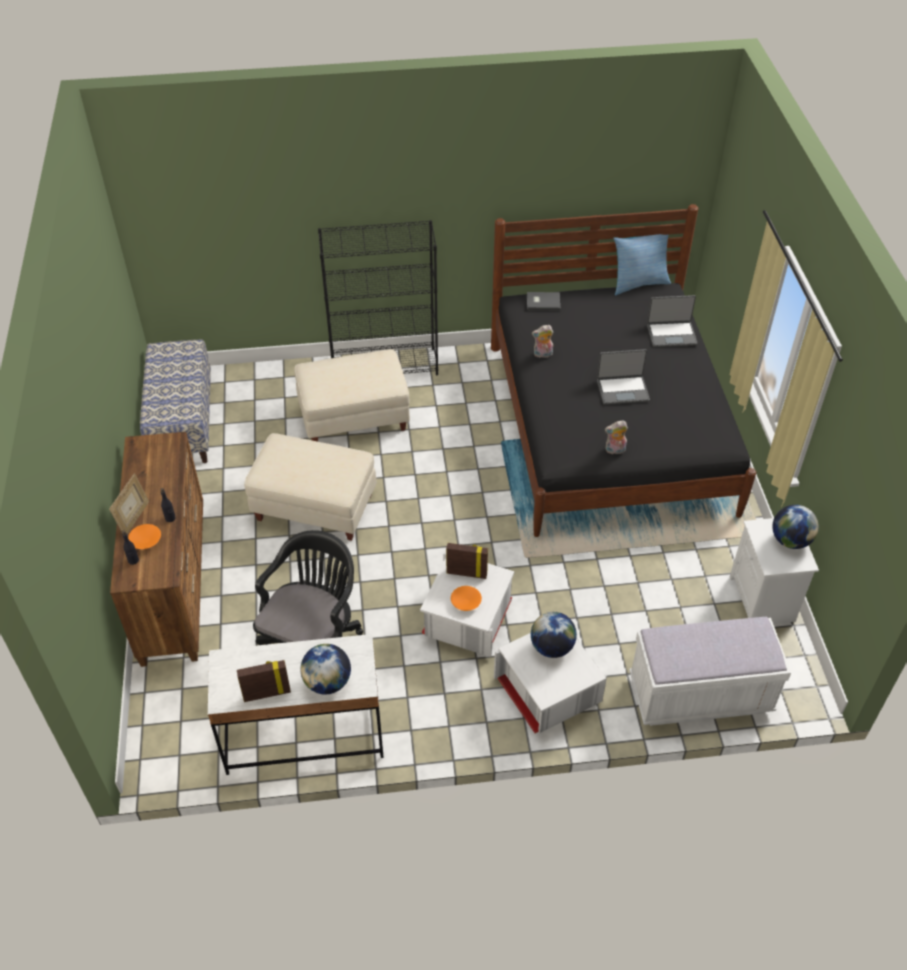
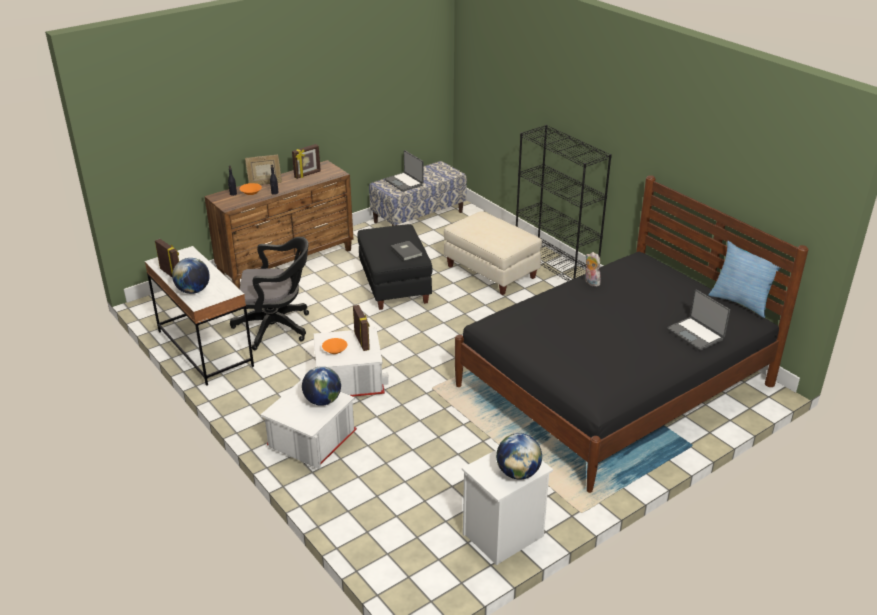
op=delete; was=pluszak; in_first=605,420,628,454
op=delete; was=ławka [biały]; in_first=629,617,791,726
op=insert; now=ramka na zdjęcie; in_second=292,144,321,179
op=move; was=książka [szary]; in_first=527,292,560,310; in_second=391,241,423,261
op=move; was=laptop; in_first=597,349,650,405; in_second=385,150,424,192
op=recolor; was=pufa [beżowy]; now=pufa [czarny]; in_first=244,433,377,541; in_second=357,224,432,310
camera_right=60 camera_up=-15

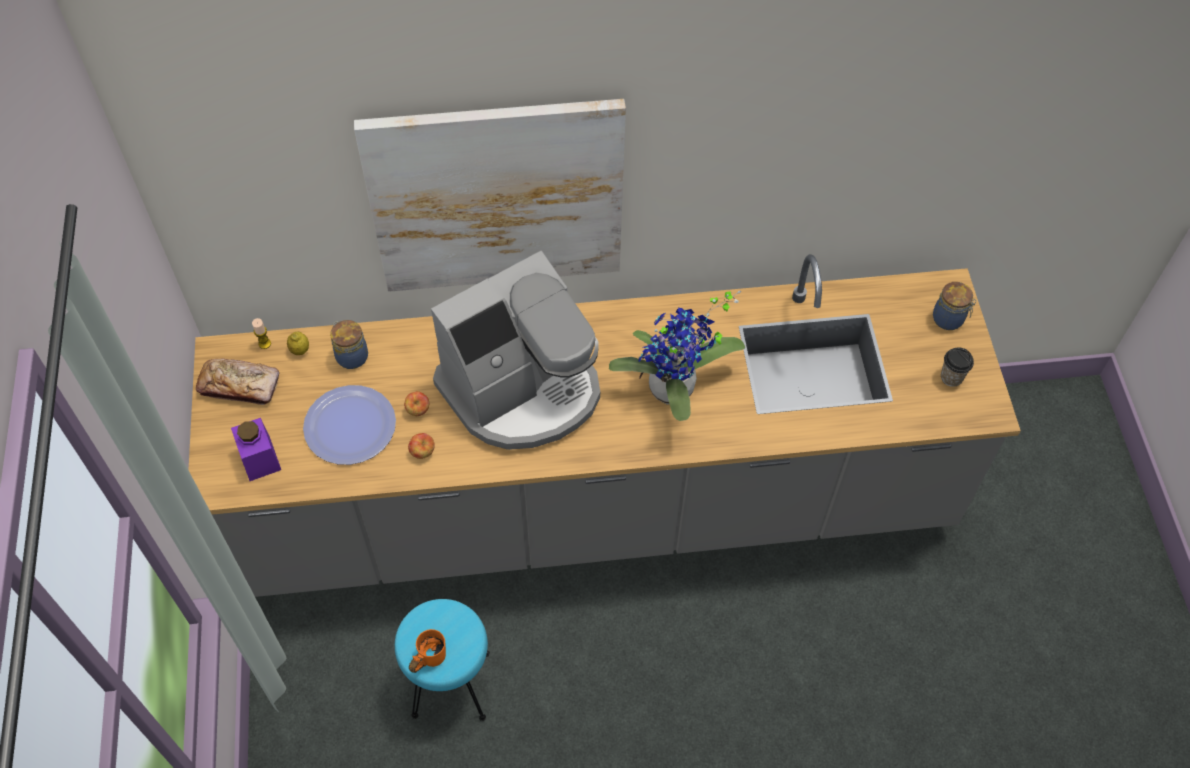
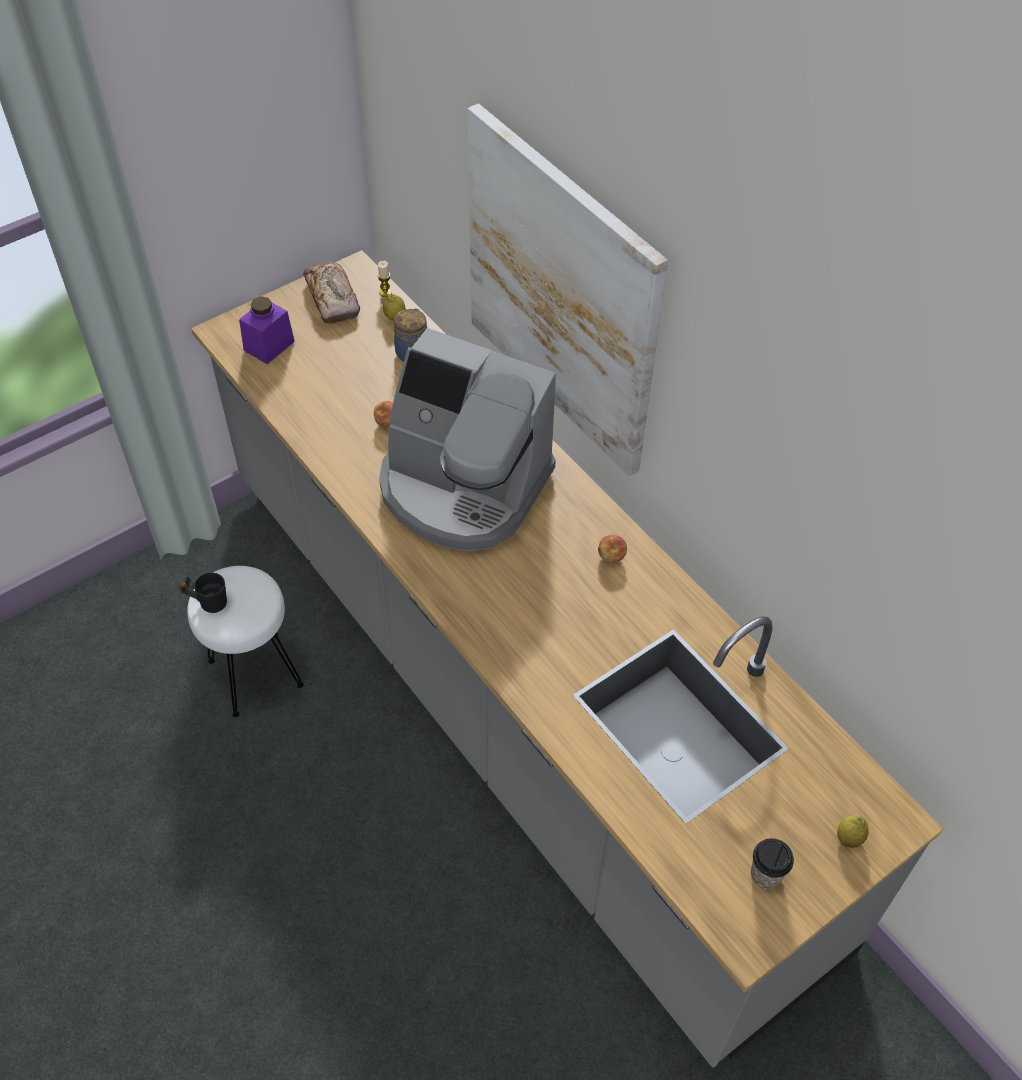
op=delete; was=talerz; in_first=303,385,396,465
op=delete; was=roślina doniczkowa; in_first=609,291,745,421
op=move; was=jabłko; in_first=408,433,435,459; in_second=598,535,627,563
op=replace; was=słoik; now=cytryna; in_first=933,282,976,330; in_second=837,815,869,848
op=recolor; was=stołek [turkusowy]; now=stołek [biały]; in_first=395,599,490,721; in_second=187,566,304,717
op=recolor; was=kubek [pomarańczowy]; now=kubek [czarny]; in_first=409,629,446,673; in_second=180,572,227,613
camera_right=60 camera_up=-5

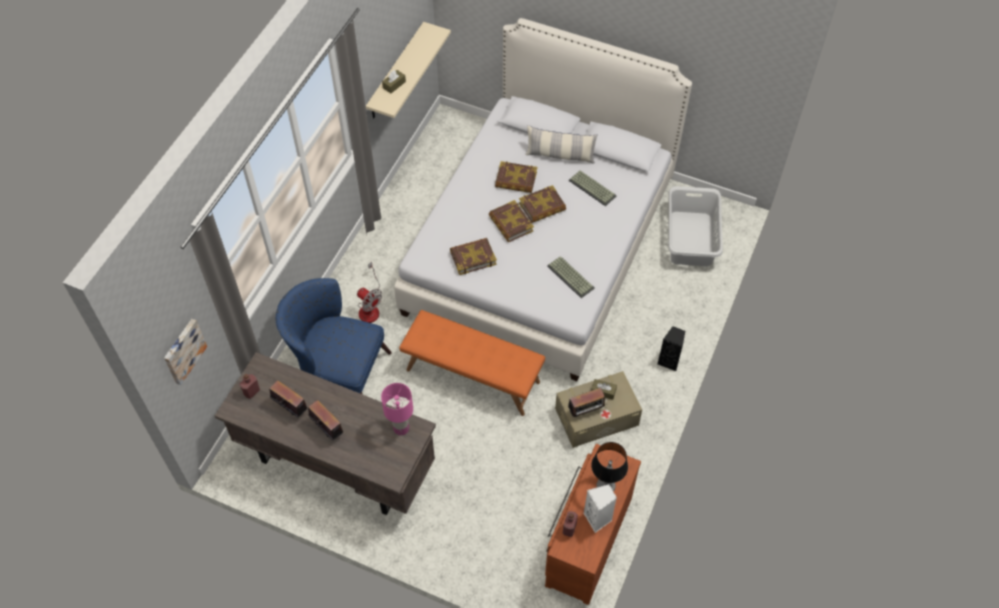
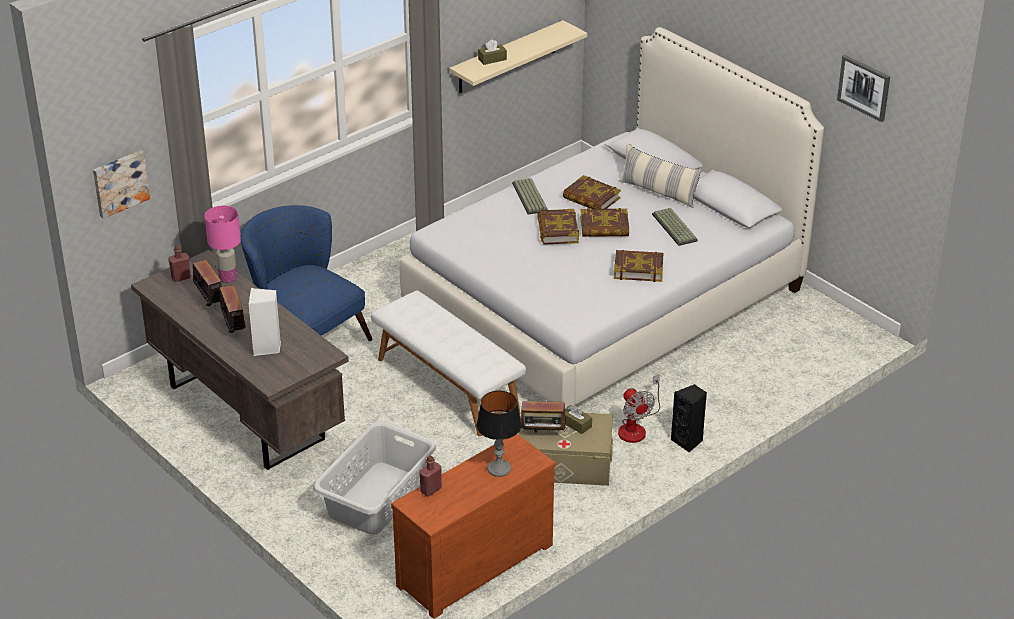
op=insert; now=obraz; in_second=837,55,890,122
op=move; was=wentylator; in_first=357,262,382,323; in_second=618,375,660,443
op=move; was=lampa stołowa [różowy]; in_first=381,383,413,435; in_second=205,206,241,283
op=move; was=książka; in_first=450,238,497,275; in_second=614,250,664,282
op=move; was=klawiatura; in_first=547,256,595,298; in_second=512,178,548,215
op=move; was=głośnik [biały]; in_first=584,484,617,533; in_second=249,288,281,356
op=move; was=kosz na pranie [szary]; in_first=668,186,723,266; in_second=313,421,436,535
op=recolor; was=ławka [pomarańczowy]; now=ławka [biały]; in_first=399,310,545,416; in_second=371,290,526,436
camera_right=25 camera_up=-20

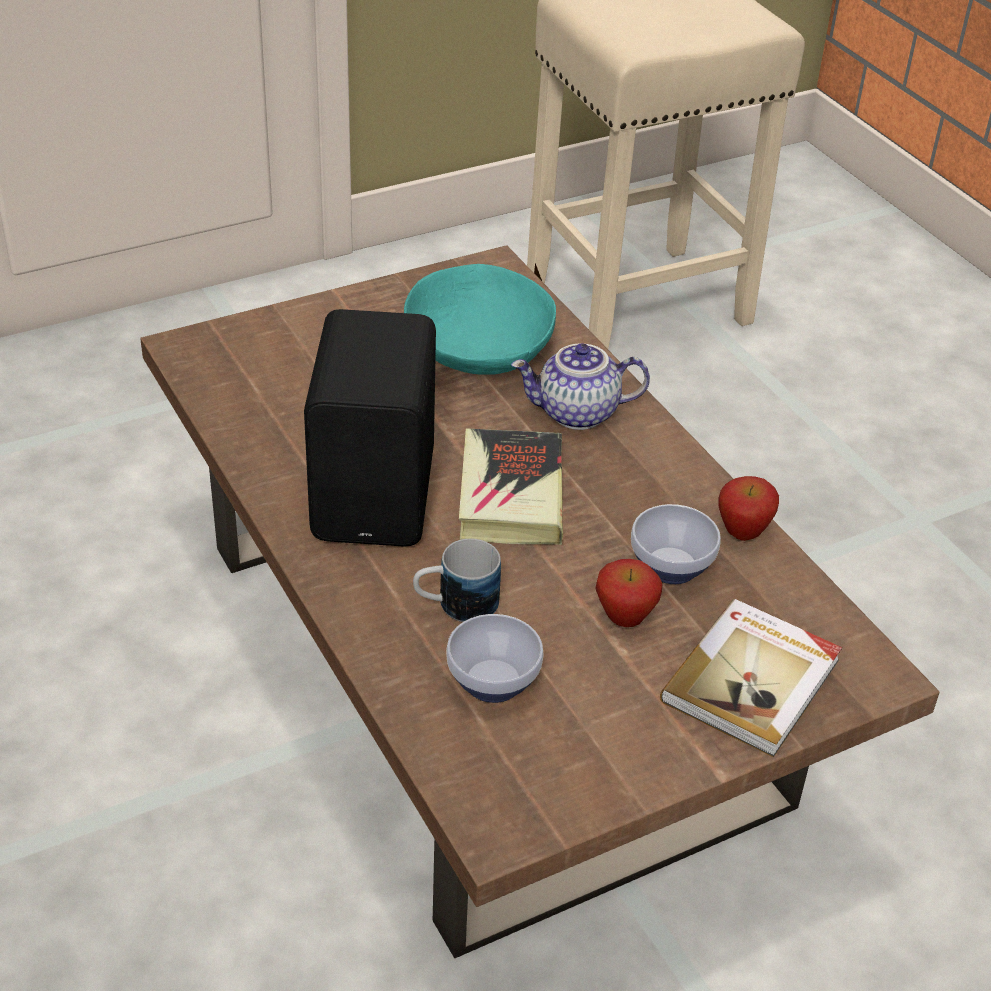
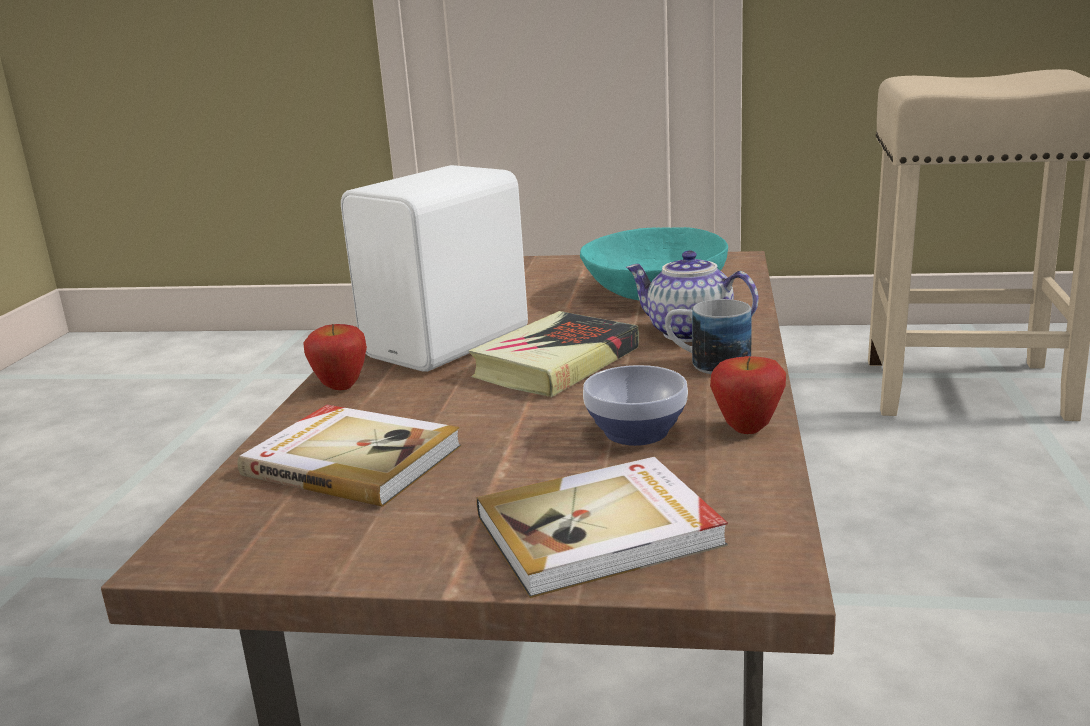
op=move; was=kubek; in_first=413,538,501,622; in_second=665,299,752,374
op=move; was=jabłko; in_first=595,559,662,627; in_second=303,324,367,390
op=replace; was=miska; now=książka; in_first=446,614,544,703; in_second=237,405,461,506
op=recolor; was=głośnik [czarny]; now=głośnik [biały]; in_first=304,309,436,547; in_second=341,165,528,372
camera_right=40 camera_up=-20

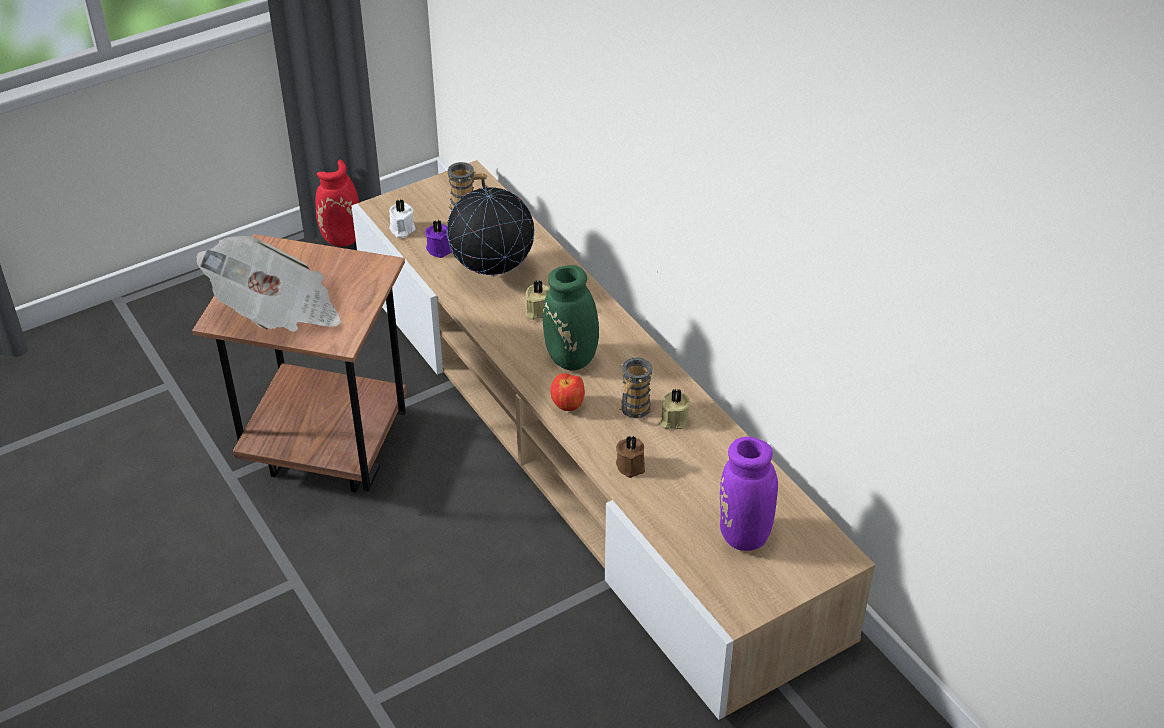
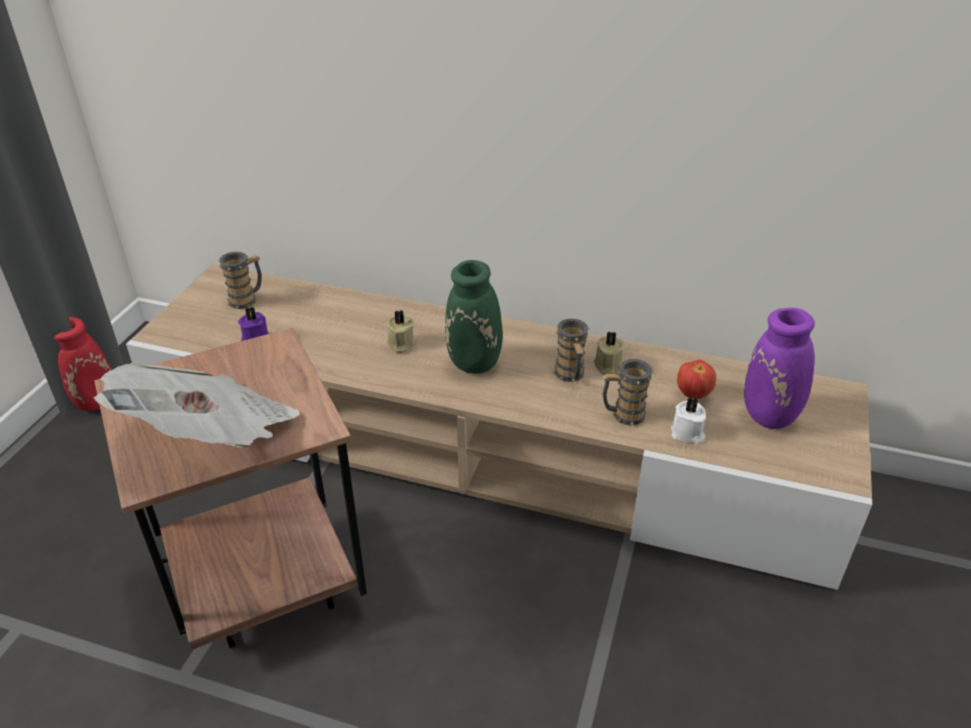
op=delete; was=globus; in_first=447,185,535,277
op=move; was=świeca [biały]; in_first=389,199,416,238; in_second=671,397,706,444
op=move; was=jabłko; in_first=551,373,585,411; in_second=677,360,716,399
op=replace; was=świeca [brązowy]; now=kubek; in_first=616,435,645,478; in_second=602,359,655,426
camera_right=-40 camera_up=-5

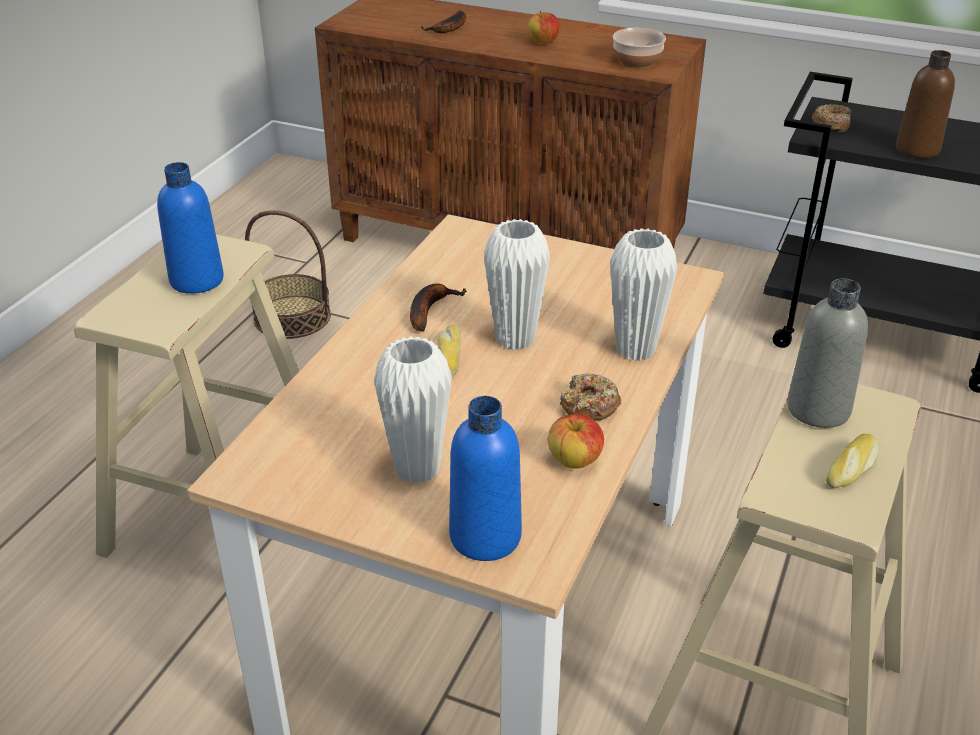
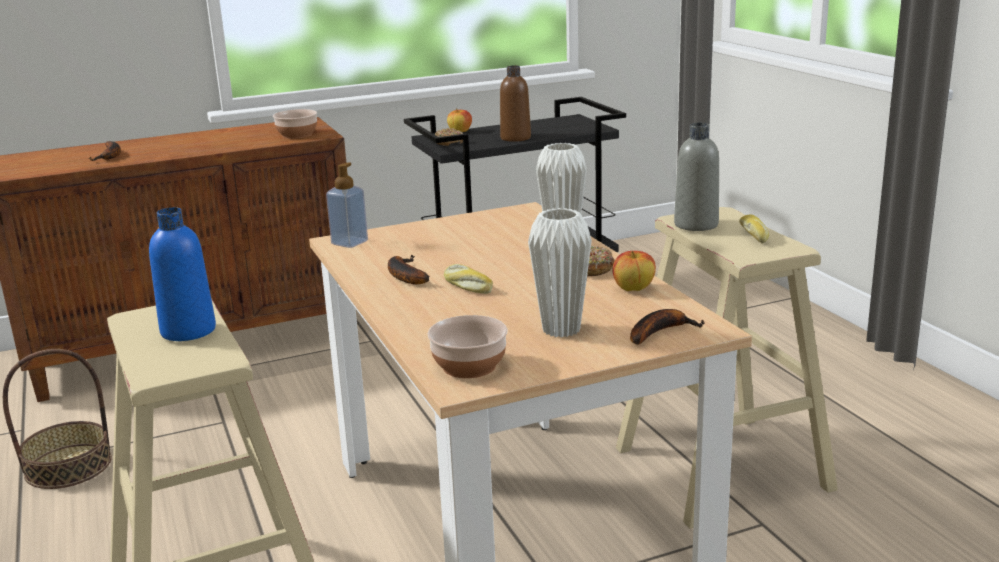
op=delete; was=wazon [biały]; in_first=484,219,550,350
op=insert; now=dozownik mydła; in_second=326,162,368,248
op=insert; now=miska; in_second=428,315,508,378
op=move; was=jabłko; in_first=528,11,559,44; in_second=447,108,472,132
op=replace; was=butelka [niebieski]; now=banan; in_first=449,396,522,561; in_second=630,309,705,345
camera_right=-45 camera_up=-15

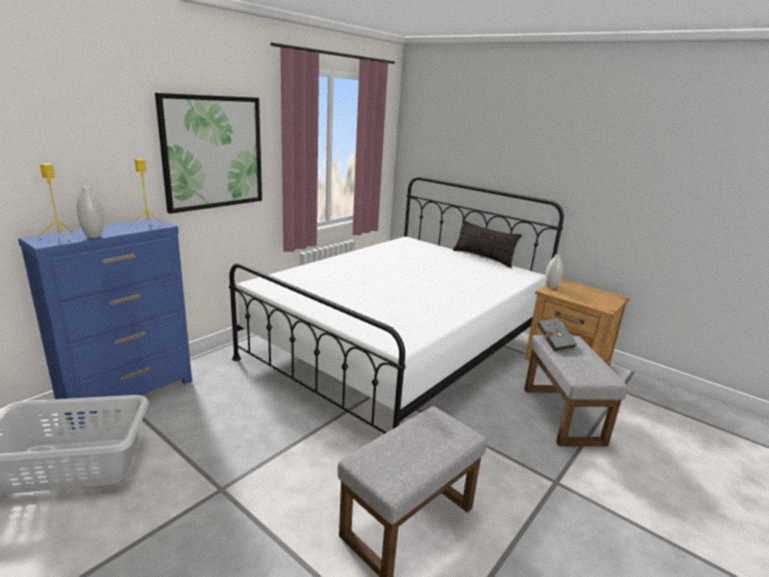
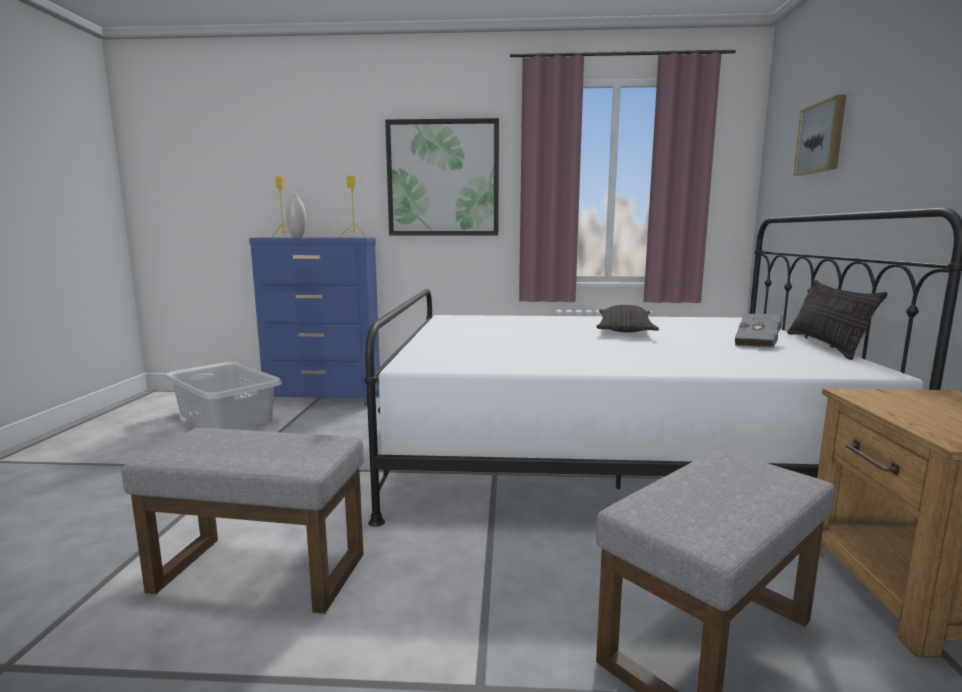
op=delete; was=wazon [biały]; in_first=545,254,563,289
op=insert; now=poduszka; in_second=596,305,659,332
op=insert; now=obraz; in_second=793,95,846,176
op=move; was=książka [szary]; in_first=536,318,577,352; in_second=735,313,782,348
camera_right=55 camera_up=-10

